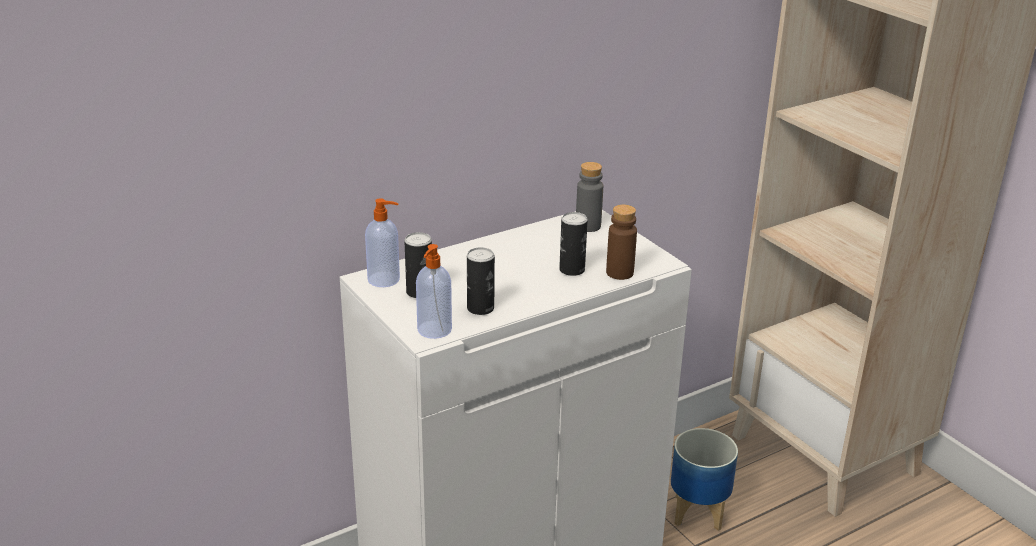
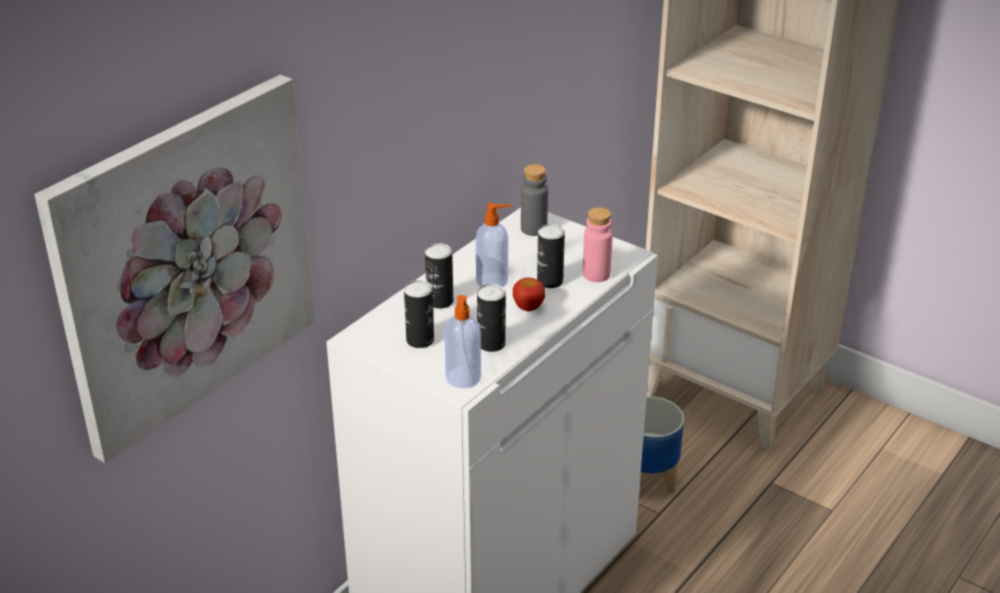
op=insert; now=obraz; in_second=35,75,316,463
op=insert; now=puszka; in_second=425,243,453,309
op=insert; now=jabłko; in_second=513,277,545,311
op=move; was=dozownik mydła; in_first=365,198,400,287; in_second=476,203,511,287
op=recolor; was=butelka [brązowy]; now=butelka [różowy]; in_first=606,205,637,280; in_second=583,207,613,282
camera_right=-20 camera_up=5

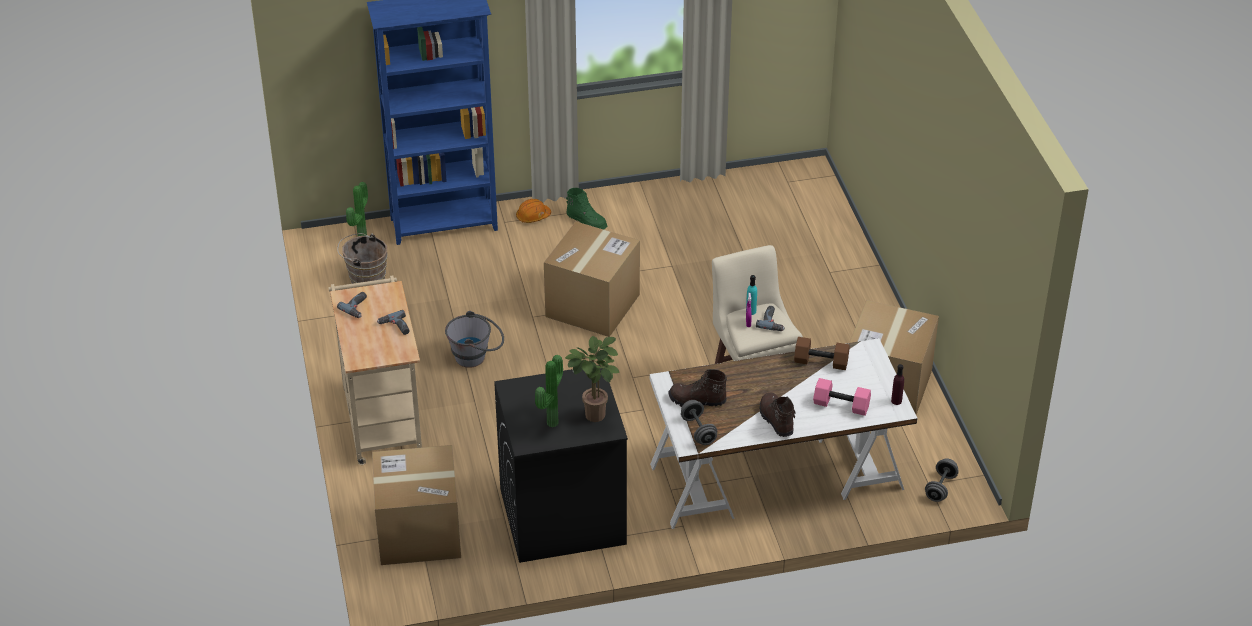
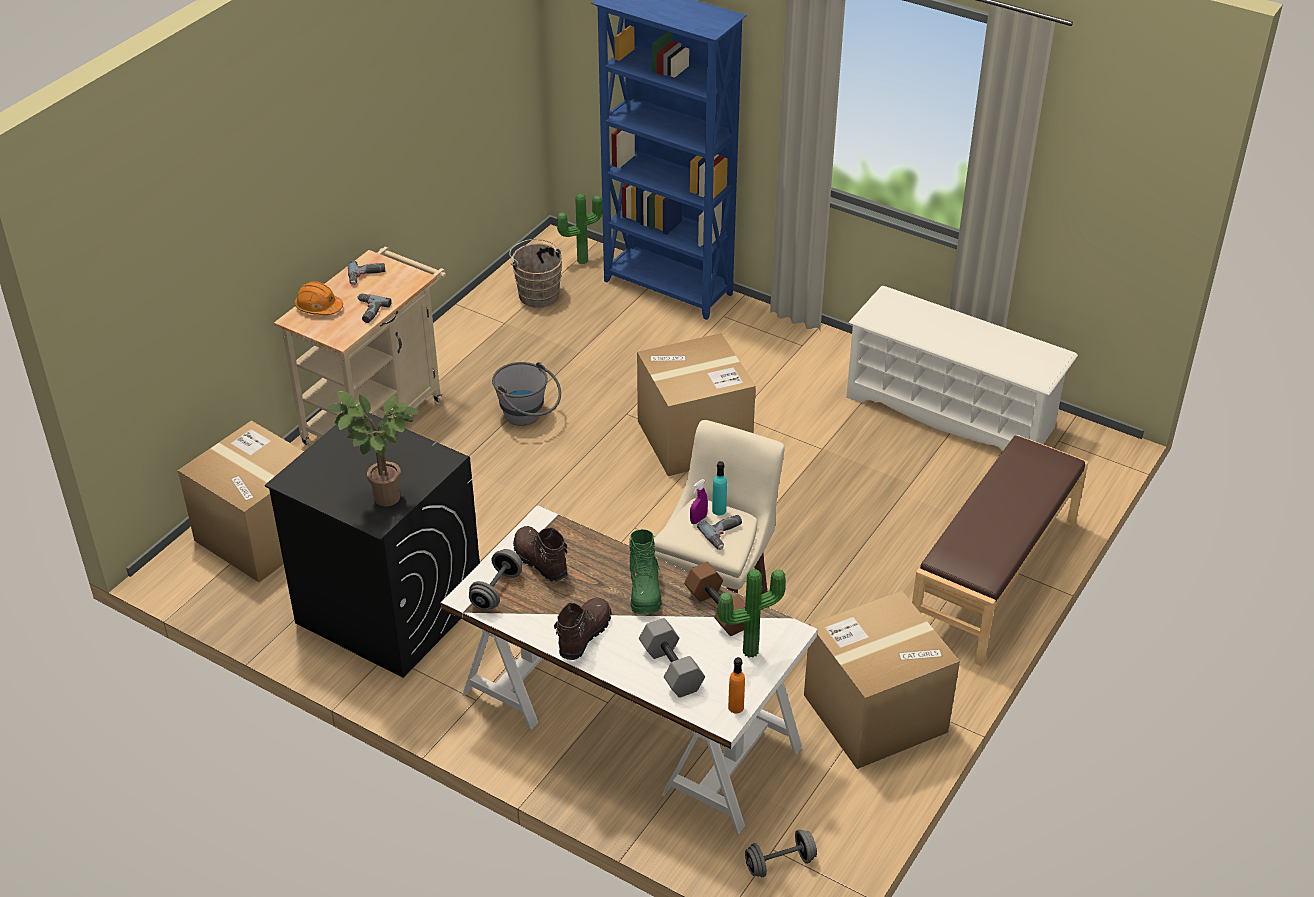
op=insert; now=regał na buty [biały]; in_second=846,286,1078,451
op=insert; now=ławka [brązowy]; in_second=912,435,1089,666
op=move; was=kask [pomarańczowy]; in_first=516,199,551,223; in_second=295,281,343,315
op=move; was=roślina doniczkowa; in_first=535,355,563,428; in_second=717,569,785,658
op=move; was=but z cholewką [zielony]; in_first=566,188,607,230; in_second=629,529,662,614
op=recolor; was=hantel [różowy]; now=hantel [szary]; in_first=813,378,871,416; in_second=639,618,705,698
op=recolor; was=butelka [fioletowy]; now=butelka [pomarańczowy]; in_first=891,364,904,405; in_second=728,657,745,714
camera_right=45 camera_up=0

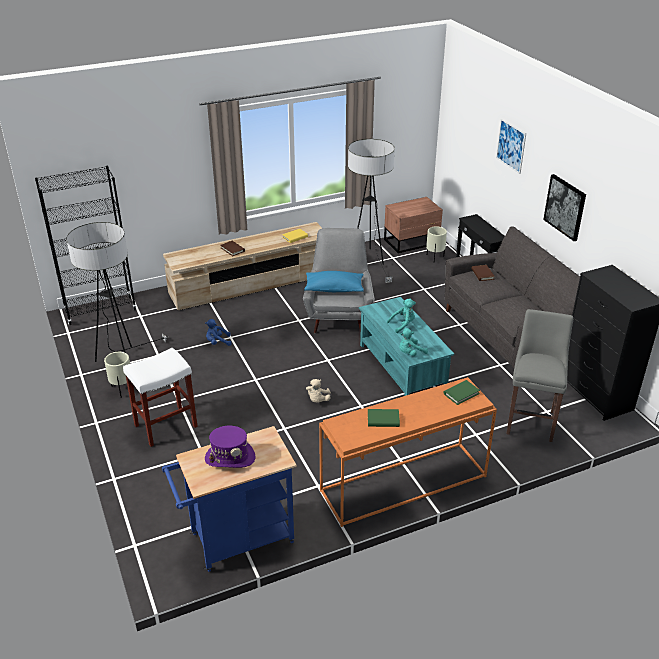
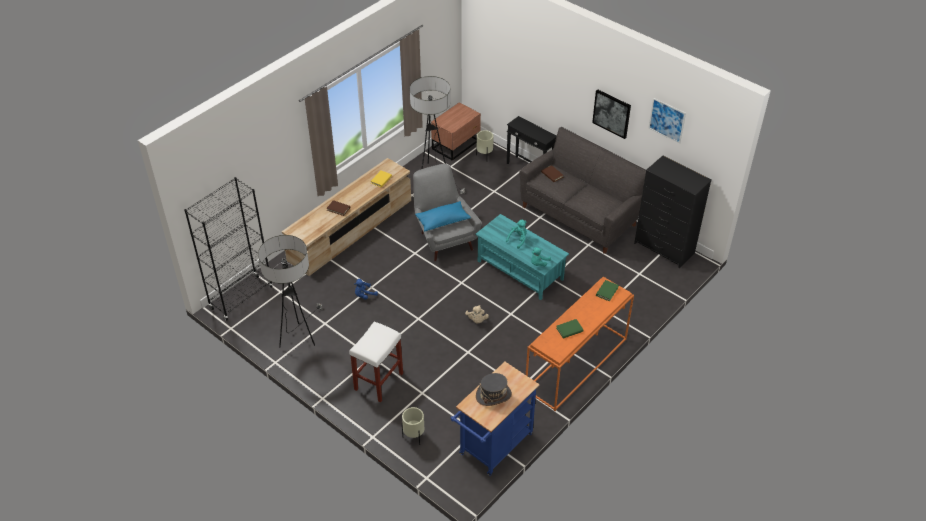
op=delete; was=stołek [szary]; in_first=506,309,573,442
op=move; was=donica [beżowy]; in_first=104,352,130,398; in_second=402,407,424,445
op=move; was=obraz; in_first=496,118,526,174; in_second=649,98,686,144
op=recolor; was=kapelusz [fioletowy]; now=kapelusz [szary]; in_first=205,426,255,468; in_second=476,373,512,406
camera_right=-25 camera_up=10

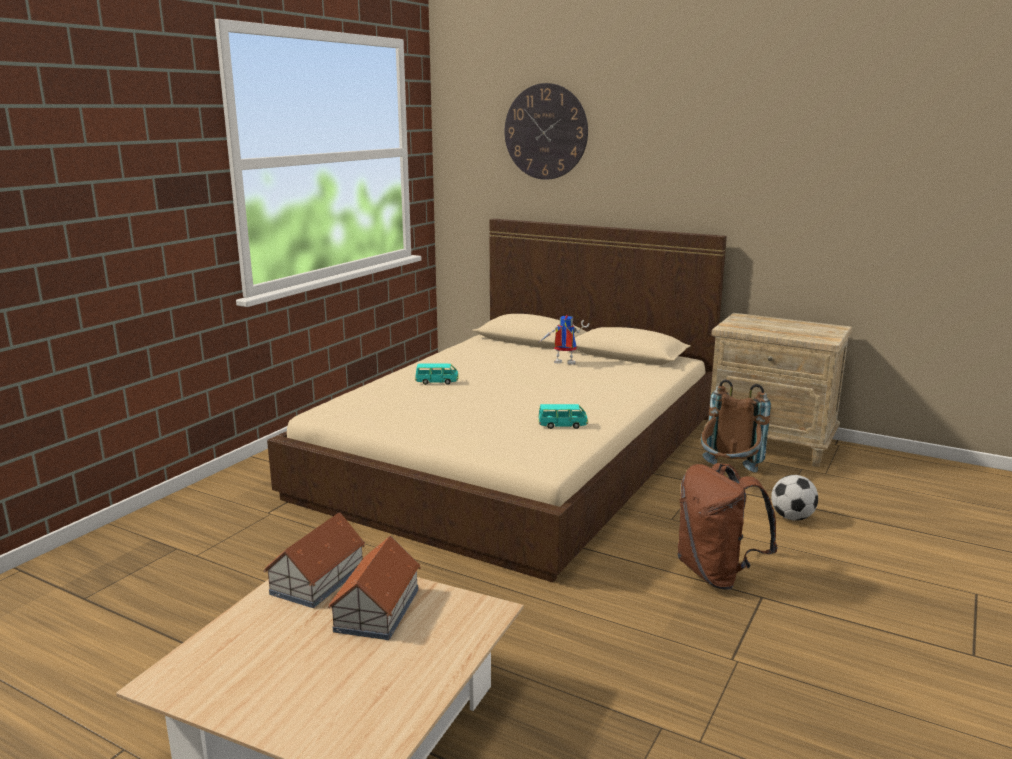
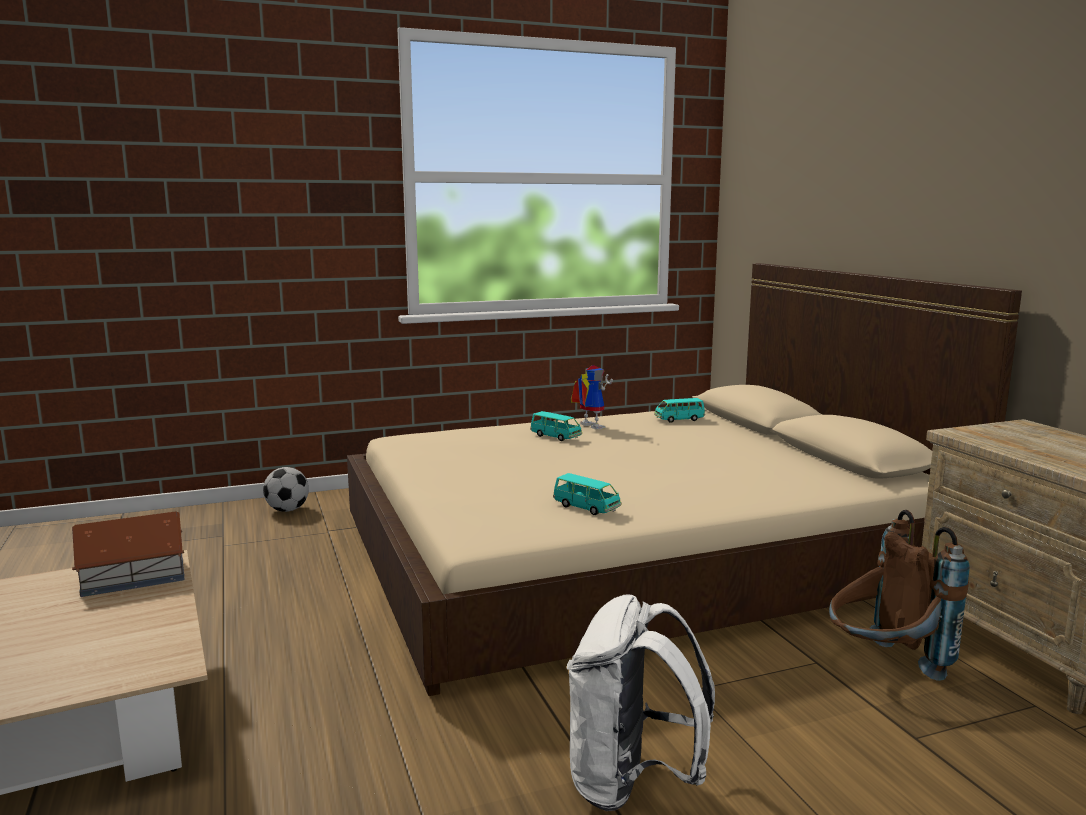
op=delete; was=domek; in_first=328,536,421,640
op=delete; was=zegar ścienny; in_first=505,83,588,180
op=insert; now=samochodzik [turkusowy]; in_second=654,398,705,423
op=move; was=robot zabawkowy; in_first=541,315,589,365; in_second=571,365,613,430
op=move; was=piłka futbolowa; in_first=771,475,818,521; in_second=263,467,309,512
op=recolor; was=plecak [brązowy]; now=plecak [biały]; in_first=678,463,778,590; in_second=567,594,715,811
camera_right=40 camera_up=-5

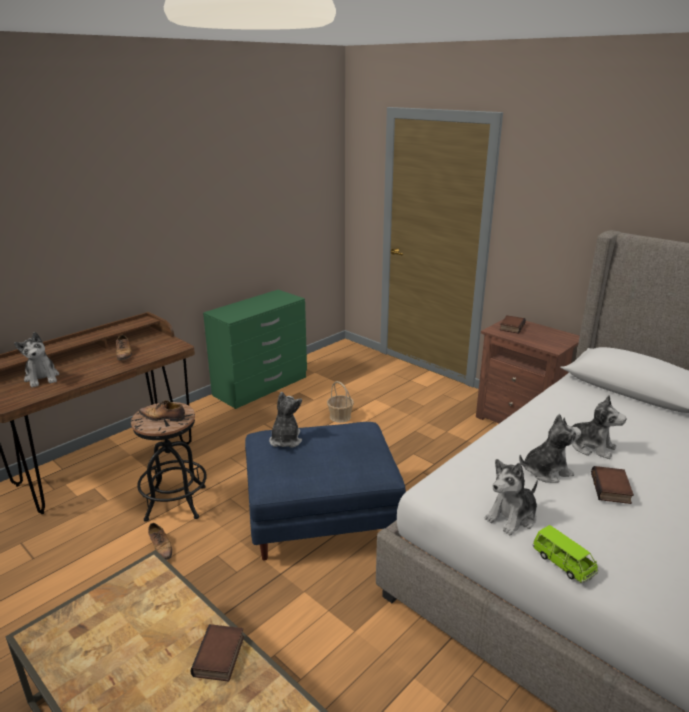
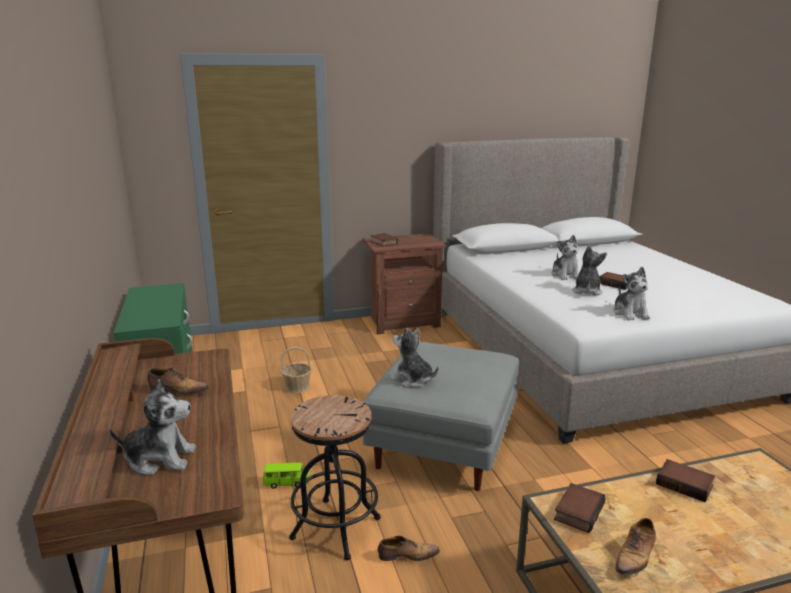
op=insert; now=książka; in_second=554,483,606,533
op=move; was=but; in_first=139,400,185,422; in_second=615,518,656,576
op=move; was=samochodzik [zielony]; in_first=533,525,598,583; in_second=263,463,310,489
op=recolor; was=pufa [niebieski]; now=pufa [szary]; in_first=245,422,406,561; in_second=363,342,519,491
op=rotate; was=pluszak; in_first=563,395,626,459; in_second=551,235,579,280; clockwise=105
camera_right=-60 camera_up=-5

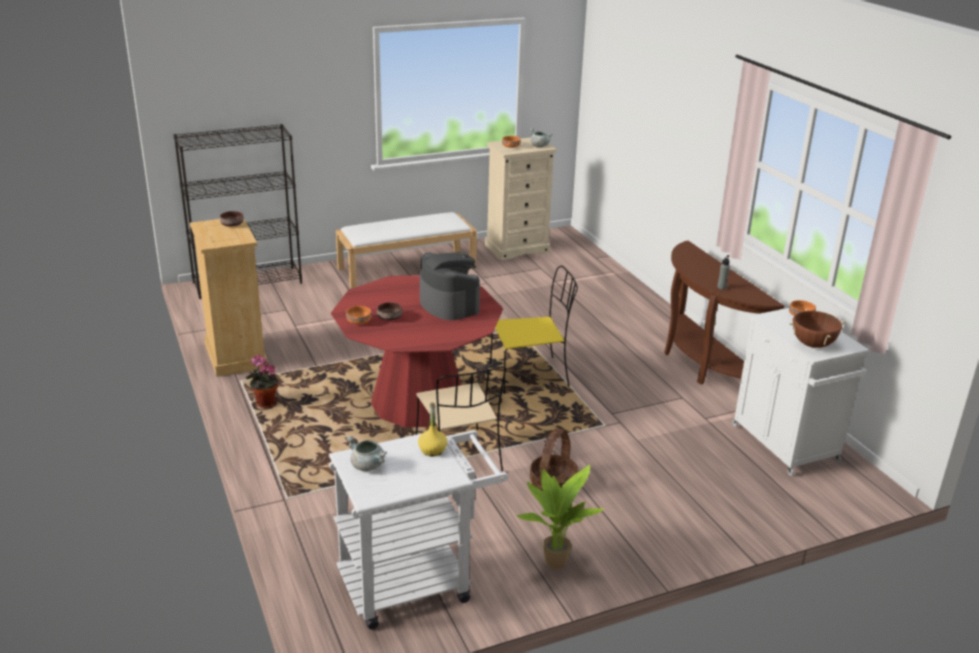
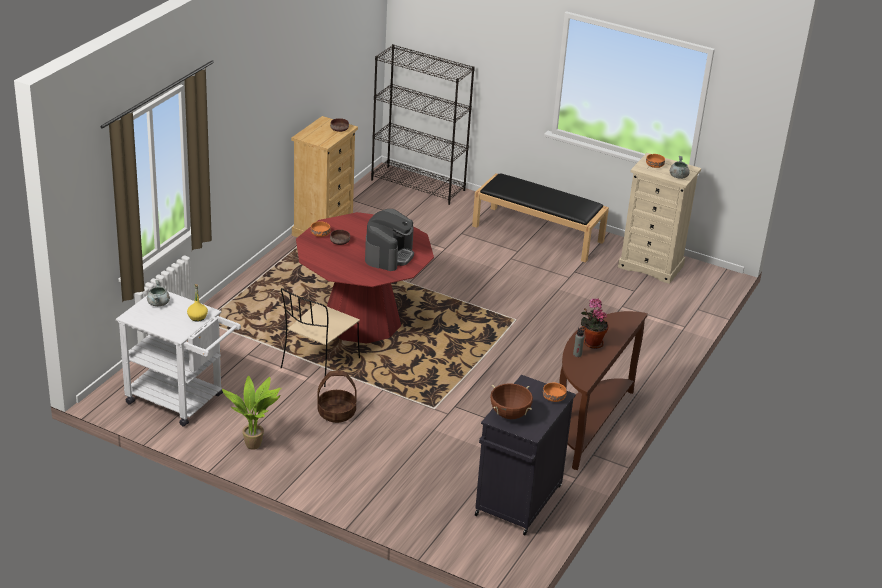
op=delete; was=krzesło [żółty]; in_first=490,266,578,394
op=move; was=roślina doniczkowa; in_first=245,355,279,408; in_second=581,299,609,349
op=recolor; was=ławka [biały]; now=ławka [czarny]; in_first=335,212,477,288; in_second=472,173,609,262
op=recolor; was=szafka [biały]; now=szafka [czarny]; in_first=732,308,869,476; in_second=475,375,576,535
camera_right=50 camera_up=5

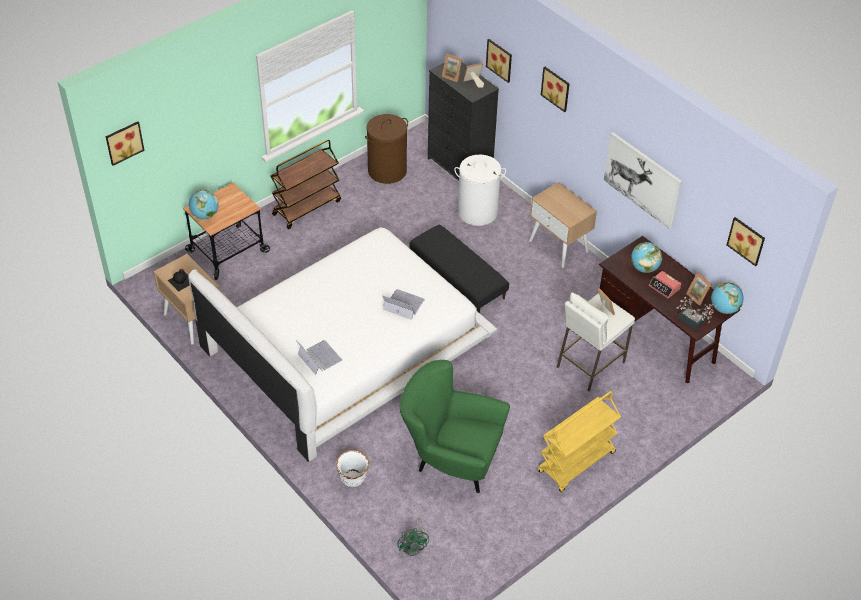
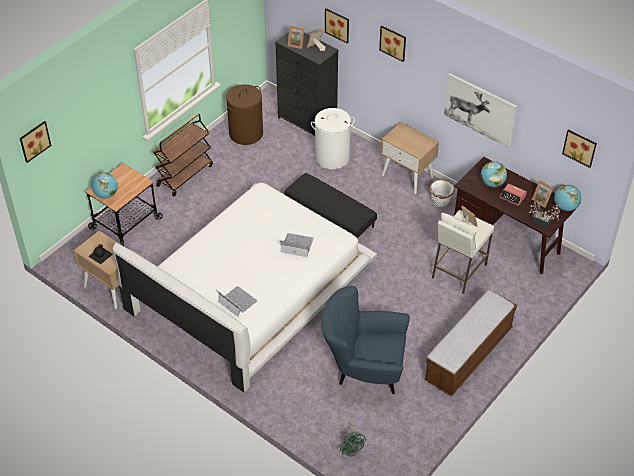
op=move; was=donica [biały]; in_first=336,450,370,487; in_second=430,179,455,207
op=replace; was=wózek [żółty]; now=ławka; in_first=538,391,621,492; in_second=424,290,517,397
op=recolor; was=fotel [zielony]; now=fotel [niebieski]; in_first=400,360,510,493; in_second=321,286,410,394
camera_right=-10 camera_up=0

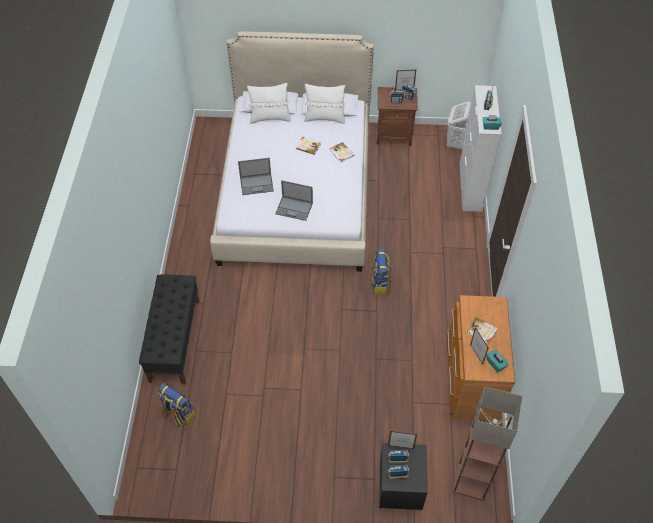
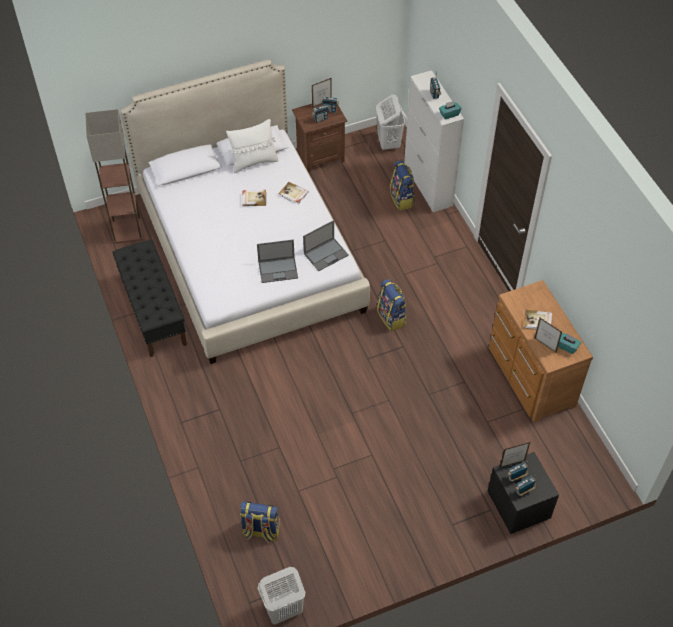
op=delete; was=poduszka [biały]; in_first=247,83,291,124
op=insert; now=kosz na pranie [biały]; in_second=258,567,305,624
op=insert; now=plecak; in_second=390,160,415,210
op=move; was=ławka [czarny]; in_first=139,275,199,384; in_second=113,240,187,357
op=move; was=laptop; in_first=238,158,274,195; in_second=303,220,349,271
op=move; was=lampa stojąca; in_first=453,387,523,501; in_second=85,109,143,244
camera_right=-25 camera_up=0

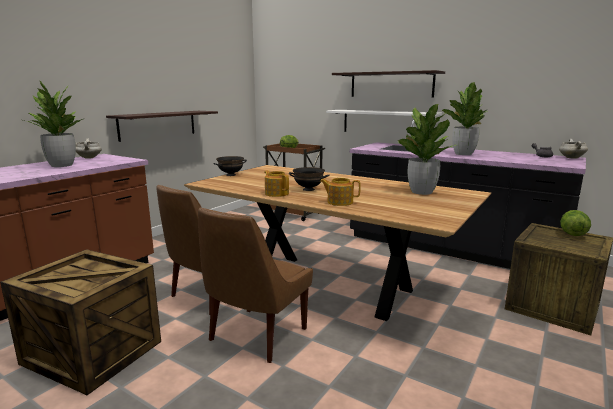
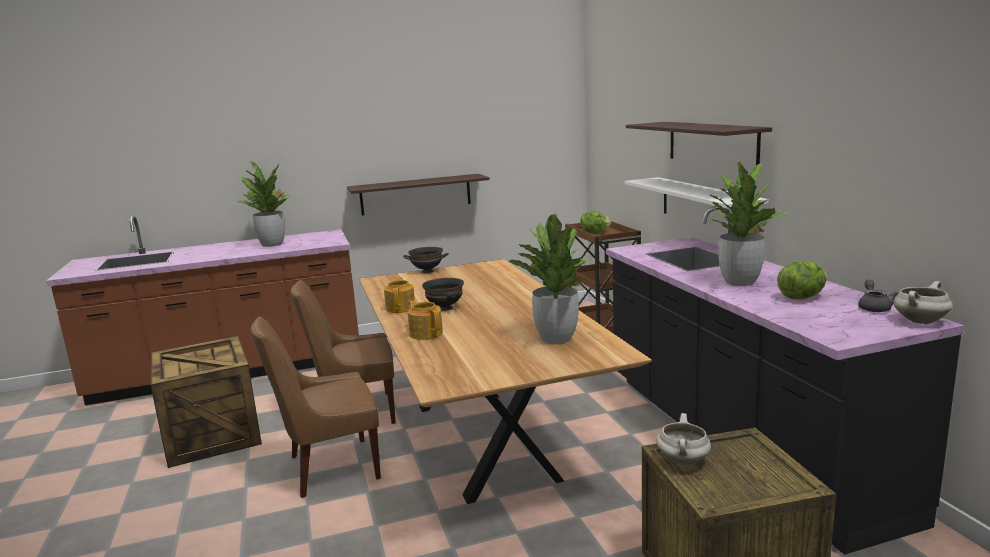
op=move; was=garnek [biały]; in_first=76,139,102,159; in_second=656,413,711,465
op=move; was=sałata; in_first=560,210,591,236; in_second=777,261,827,299
camera_right=40 camera_up=0

